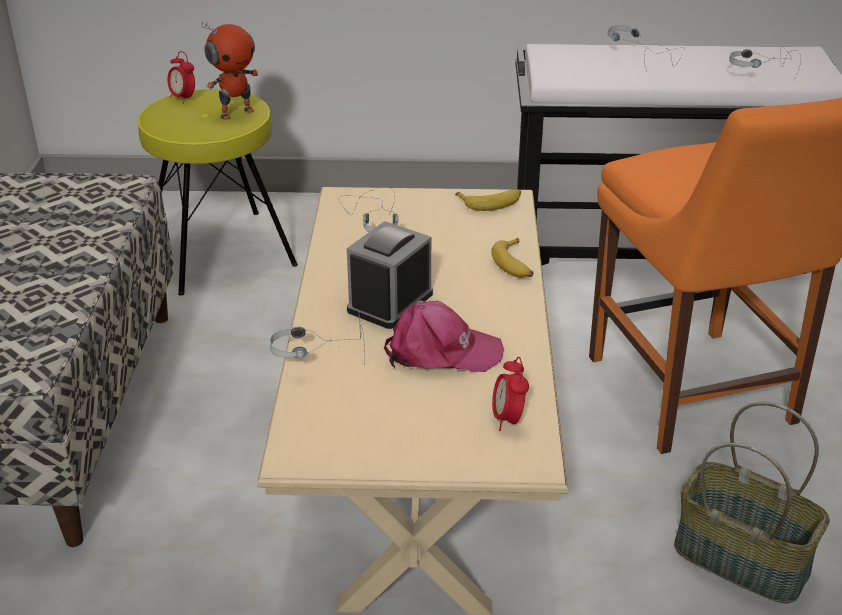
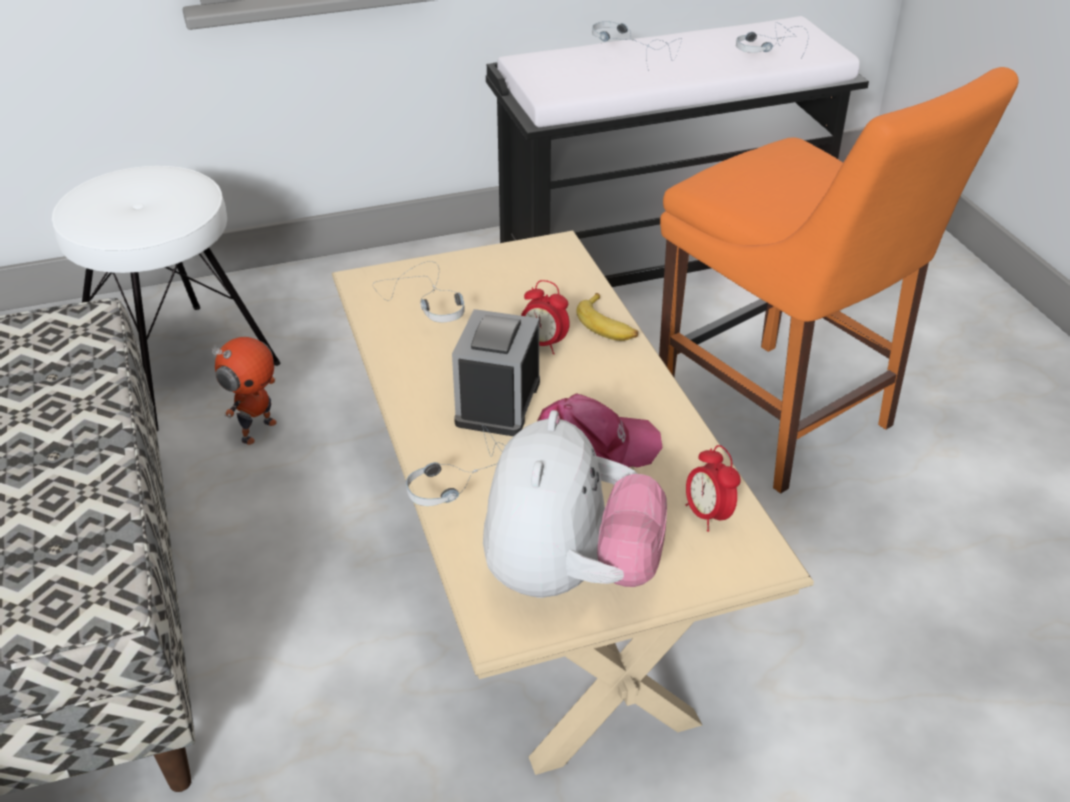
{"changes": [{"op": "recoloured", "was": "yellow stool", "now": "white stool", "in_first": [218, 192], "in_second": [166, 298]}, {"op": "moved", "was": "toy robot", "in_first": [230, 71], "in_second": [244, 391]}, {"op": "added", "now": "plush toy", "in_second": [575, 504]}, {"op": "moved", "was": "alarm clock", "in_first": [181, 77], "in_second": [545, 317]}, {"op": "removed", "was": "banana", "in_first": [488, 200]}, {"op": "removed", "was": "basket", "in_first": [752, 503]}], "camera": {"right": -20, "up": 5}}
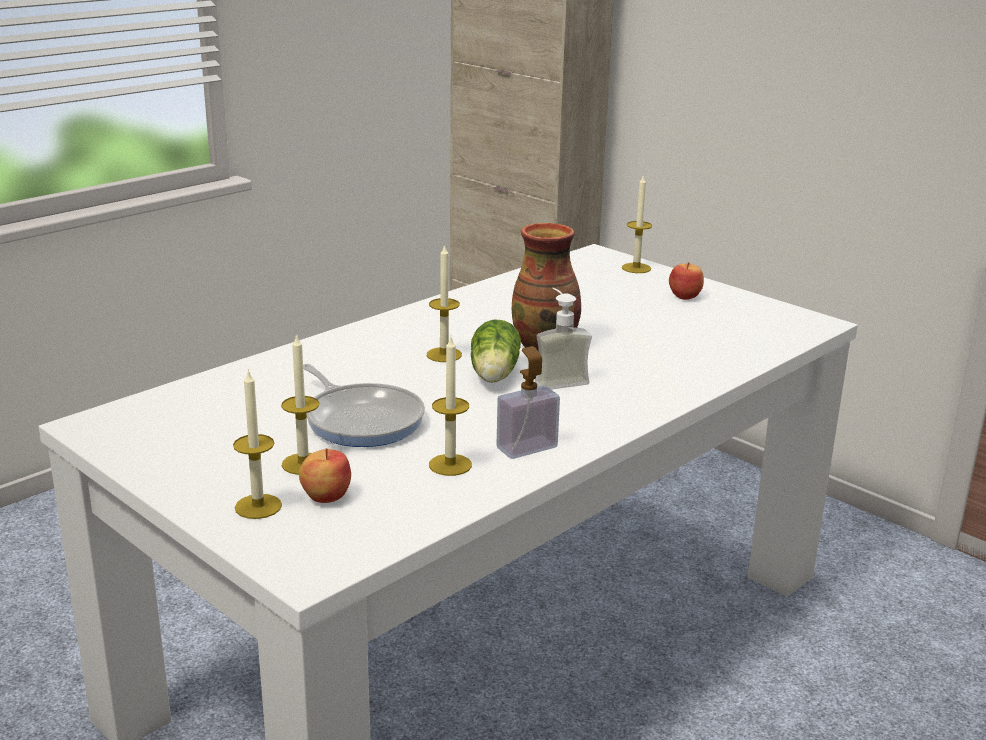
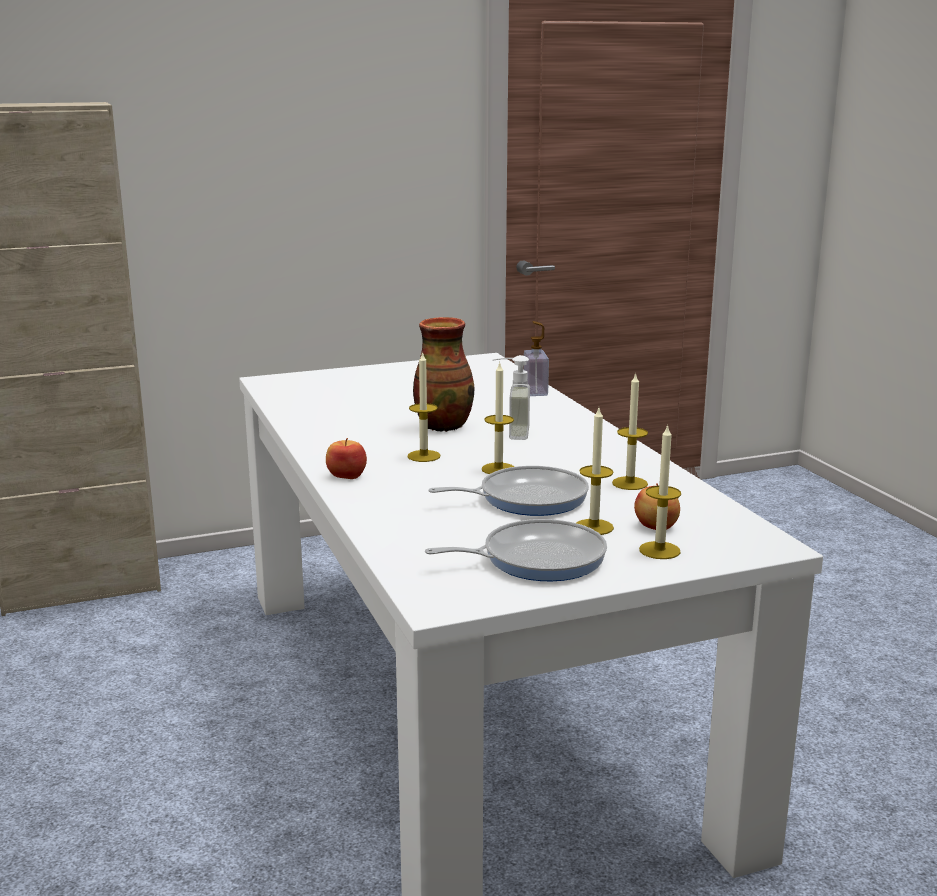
{"changes": [{"op": "moved", "was": "apple", "in_first": [686, 281], "in_second": [346, 458]}, {"op": "added", "now": "frying pan", "in_second": [516, 550]}, {"op": "moved", "was": "candle", "in_first": [637, 223], "in_second": [498, 417]}, {"op": "moved", "was": "soap dispenser", "in_first": [528, 402], "in_second": [536, 358]}, {"op": "removed", "was": "lettuce", "in_first": [496, 351]}], "camera": {"right": -65, "up": -5}}
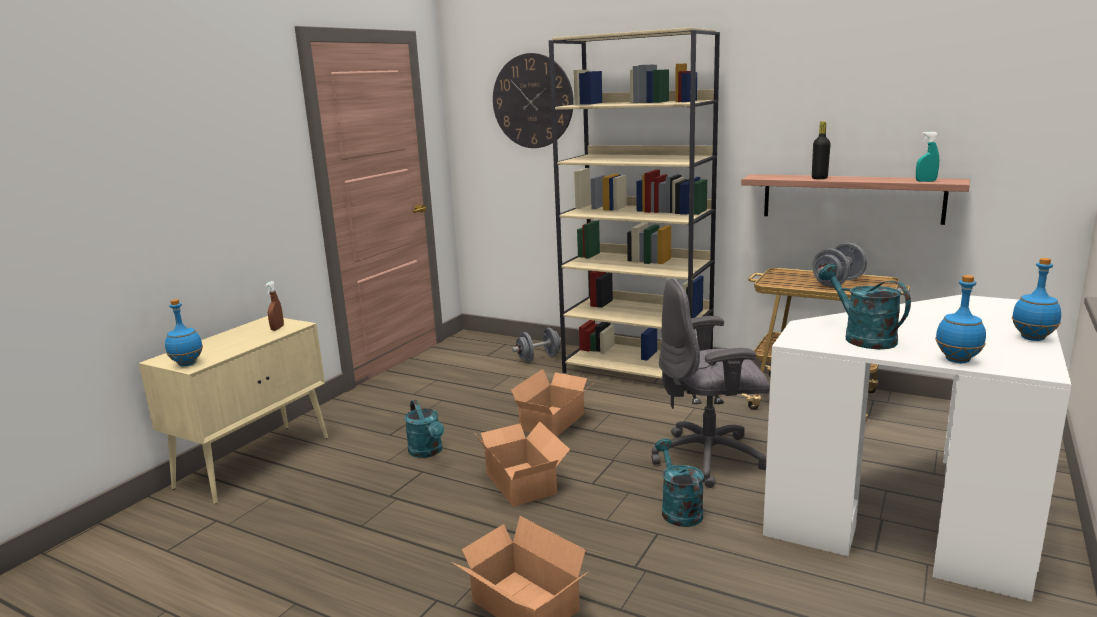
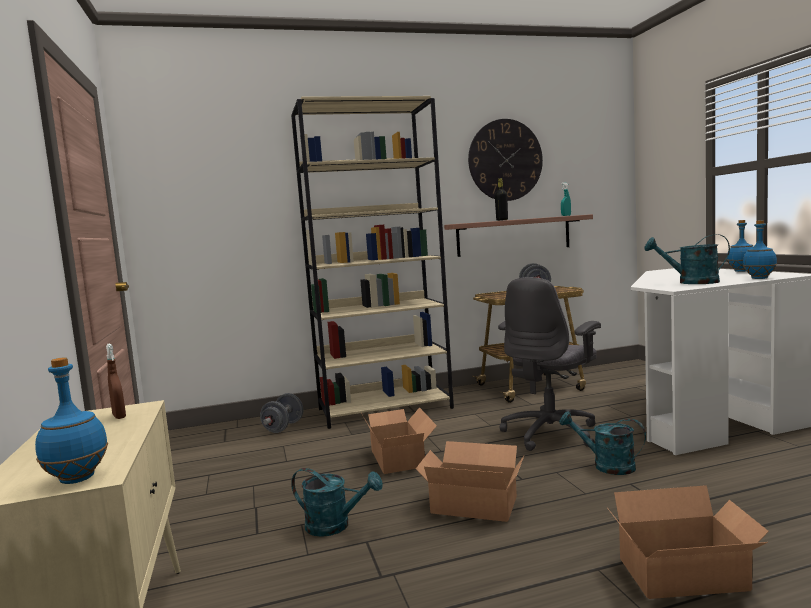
{"changes": [{"op": "moved", "was": "wall clock", "in_first": [533, 100], "in_second": [505, 160]}], "camera": {"right": -45, "up": -10}}
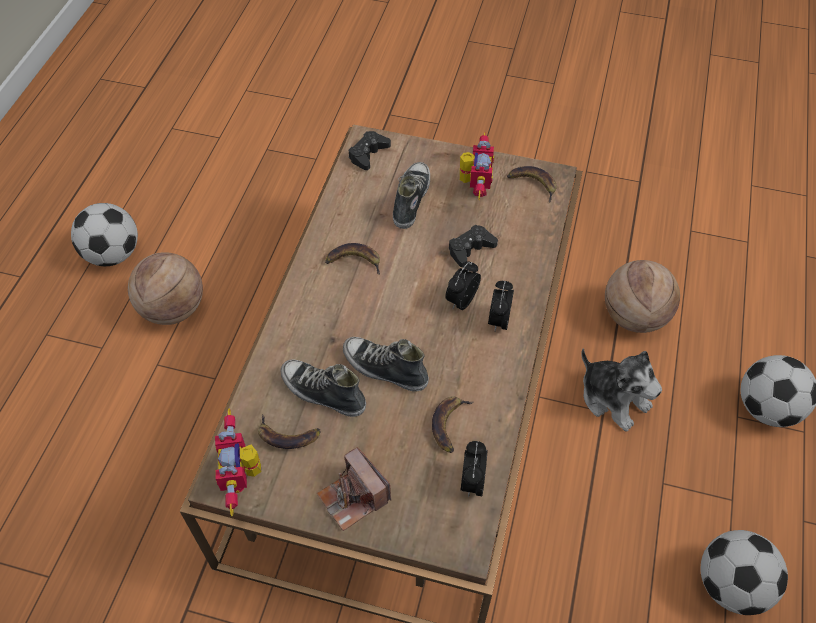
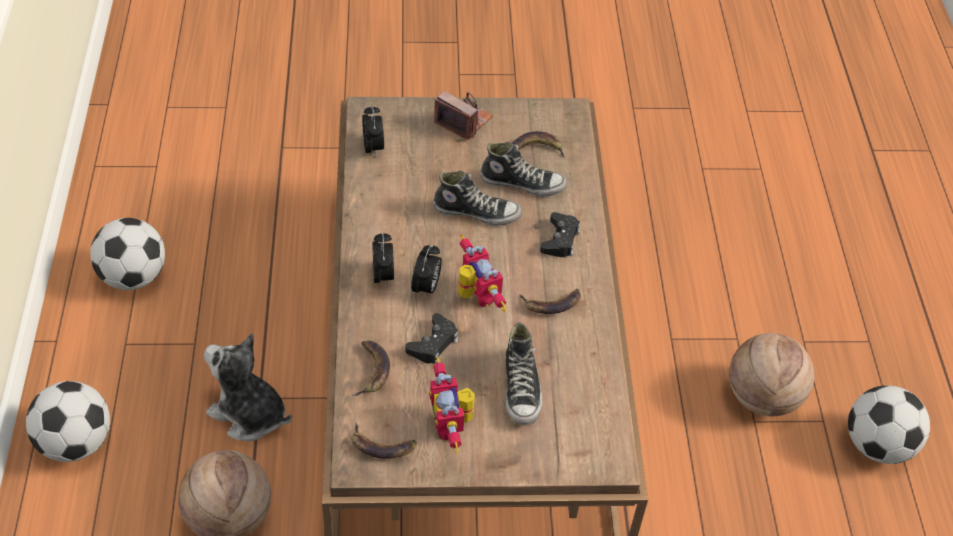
{"changes": [{"op": "moved", "was": "banana", "in_first": [453, 424], "in_second": [371, 368]}, {"op": "moved", "was": "toy robot", "in_first": [238, 462], "in_second": [482, 273]}, {"op": "moved", "was": "black game controller", "in_first": [370, 150], "in_second": [560, 234]}], "camera": {"right": 160, "up": -5}}
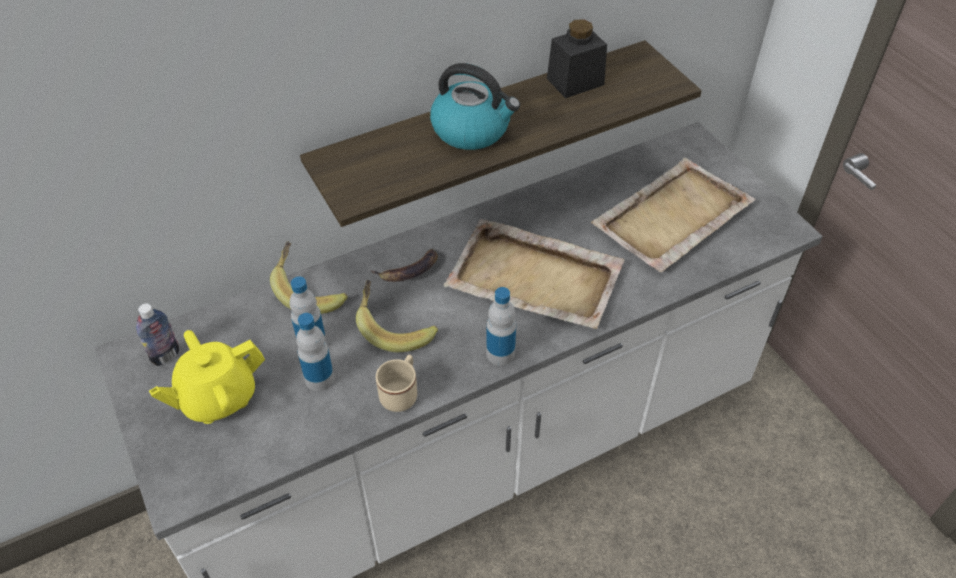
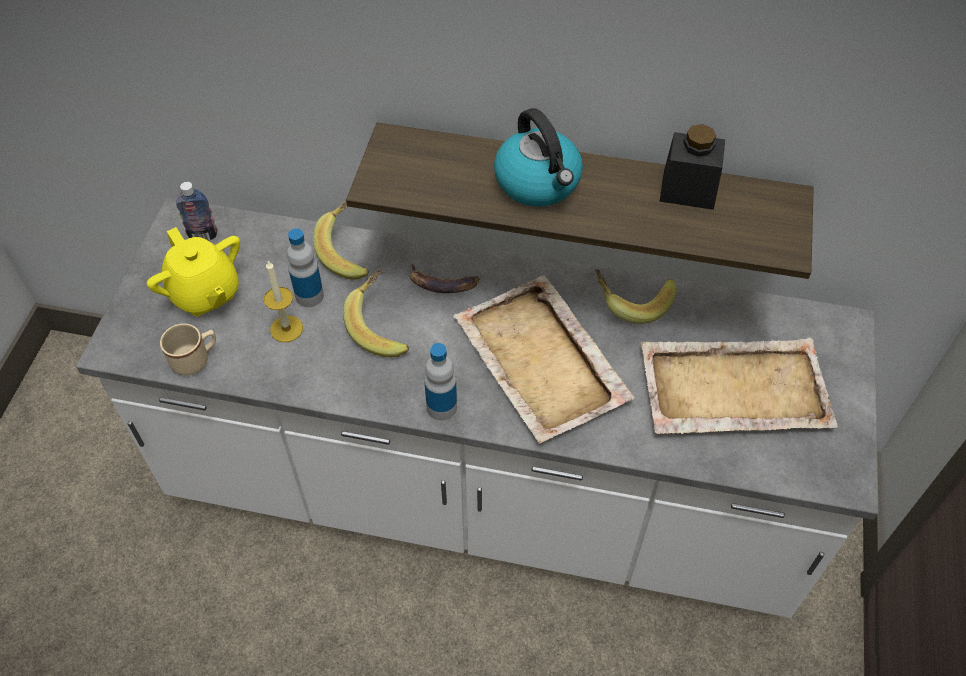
{"changes": [{"op": "turned", "was": "yellow teapot", "in_first": [207, 377], "in_second": [193, 271], "clockwise": -135}, {"op": "moved", "was": "beige mug", "in_first": [396, 383], "in_second": [188, 350]}, {"op": "replaced", "was": "bottle", "now": "candle", "in_first": [315, 352], "in_second": [283, 301]}, {"op": "added", "now": "banana", "in_second": [636, 296]}], "camera": {"right": 40, "up": 5}}
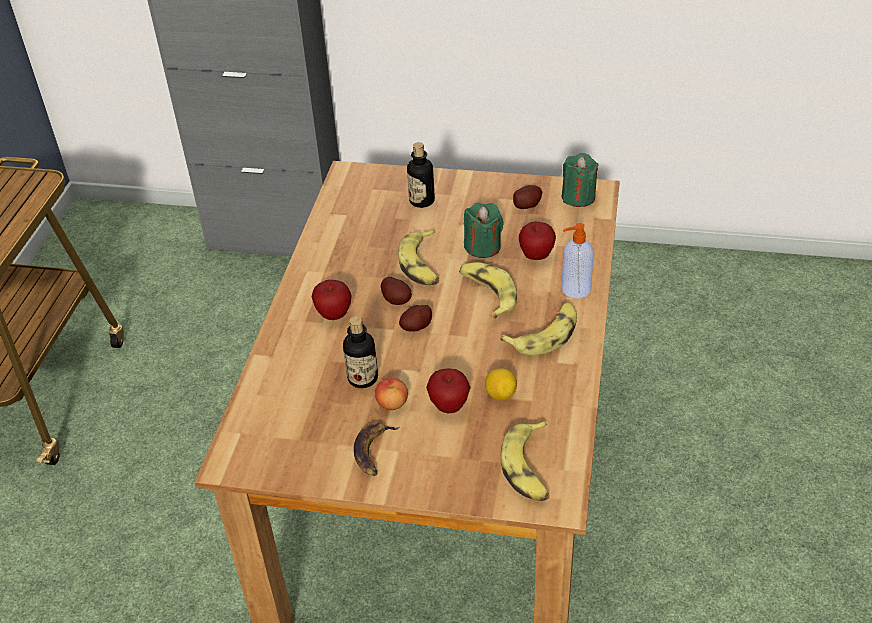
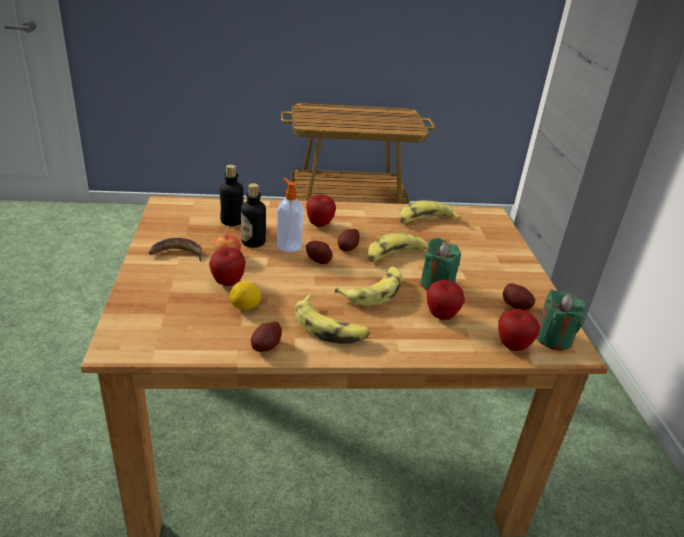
{"changes": [{"op": "moved", "was": "bottle", "in_first": [421, 175], "in_second": [231, 195]}, {"op": "added", "now": "potato", "in_second": [266, 337]}, {"op": "moved", "was": "soap dispenser", "in_first": [578, 261], "in_second": [290, 215]}, {"op": "moved", "was": "banana", "in_first": [525, 461], "in_second": [430, 211]}, {"op": "added", "now": "apple", "in_second": [519, 330]}], "camera": {"right": 70, "up": -10}}
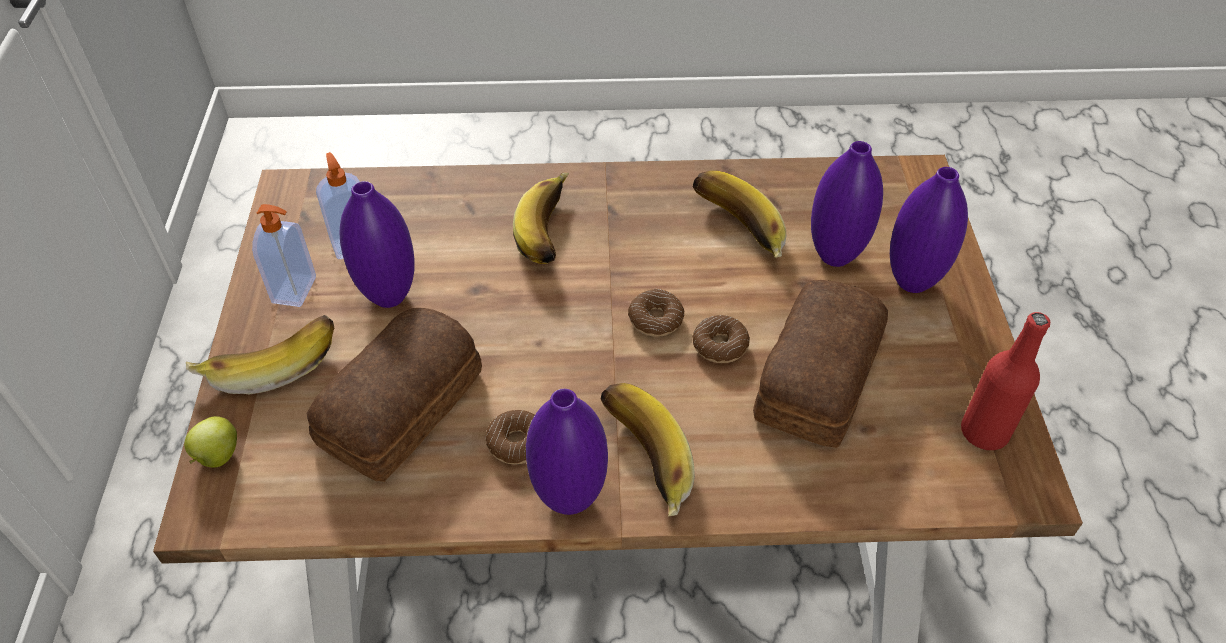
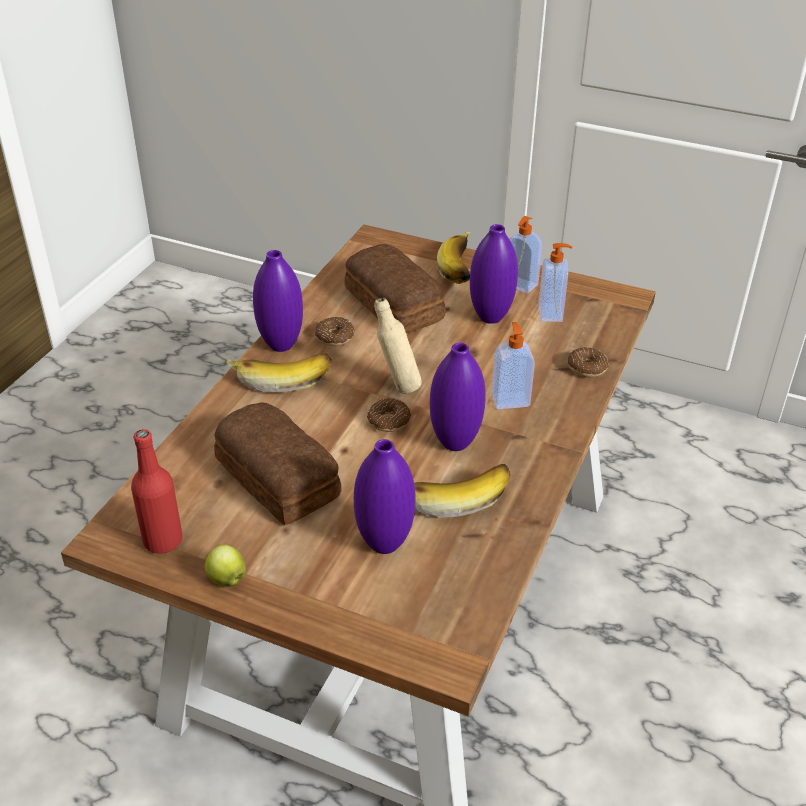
{"changes": [{"op": "moved", "was": "apple", "in_first": [210, 442], "in_second": [225, 566]}, {"op": "added", "now": "beige bottle", "in_second": [398, 346]}, {"op": "moved", "was": "purple vase", "in_first": [929, 230], "in_second": [458, 397]}, {"op": "replaced", "was": "banana", "now": "soap dispenser", "in_first": [541, 218], "in_second": [513, 365]}, {"op": "moved", "was": "donut", "in_first": [721, 339], "in_second": [588, 362]}], "camera": {"right": 115, "up": -10}}
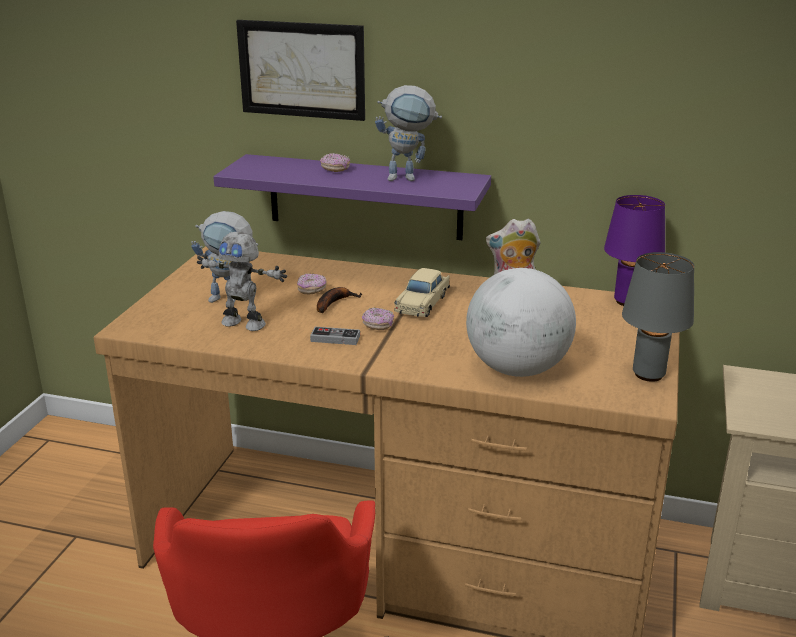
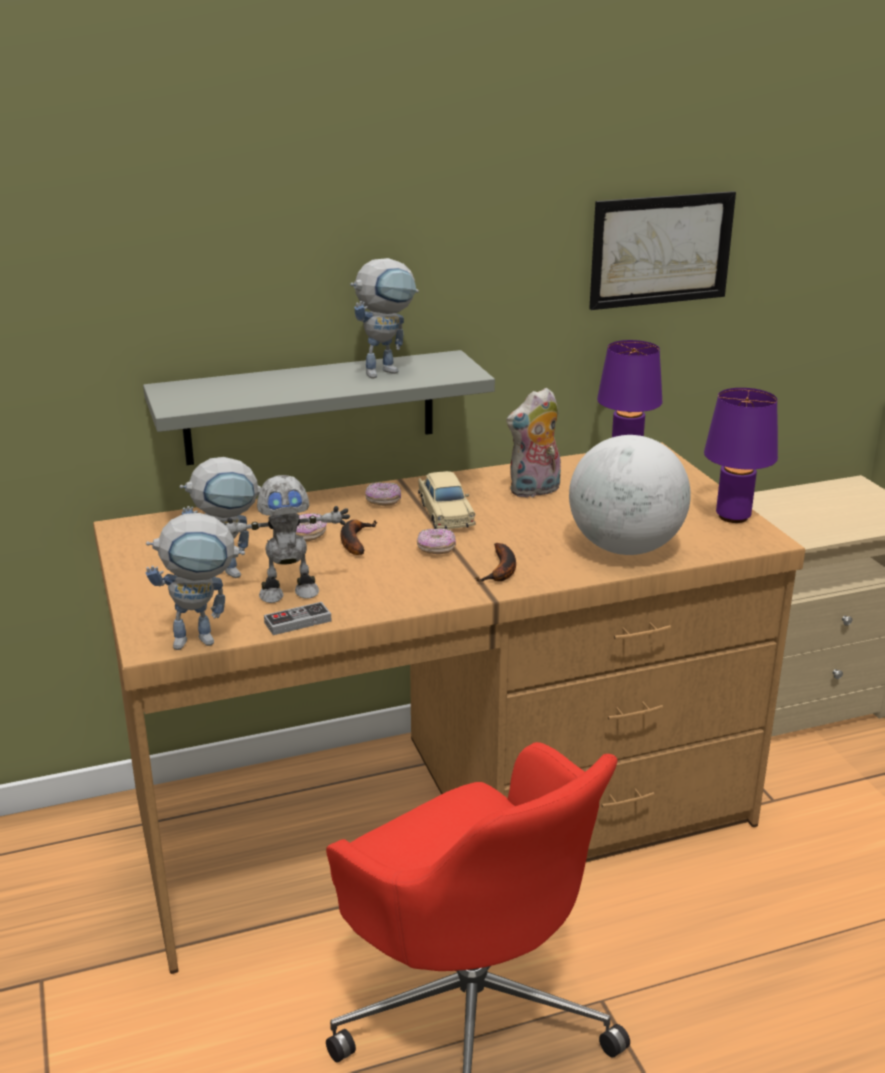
{"changes": [{"op": "recoloured", "was": "purple shelf", "now": "grey shelf", "in_first": [352, 197], "in_second": [319, 407]}, {"op": "added", "now": "toy robot", "in_second": [195, 581]}, {"op": "moved", "was": "game controller", "in_first": [335, 336], "in_second": [297, 618]}, {"op": "moved", "was": "donut", "in_first": [335, 162], "in_second": [383, 494]}, {"op": "added", "now": "banana", "in_second": [495, 562]}, {"op": "moved", "was": "picture", "in_first": [300, 70], "in_second": [662, 250]}, {"op": "recoloured", "was": "grey table lamp", "now": "purple table lamp", "in_first": [658, 317], "in_second": [741, 455]}], "camera": {"right": -35, "up": 0}}
